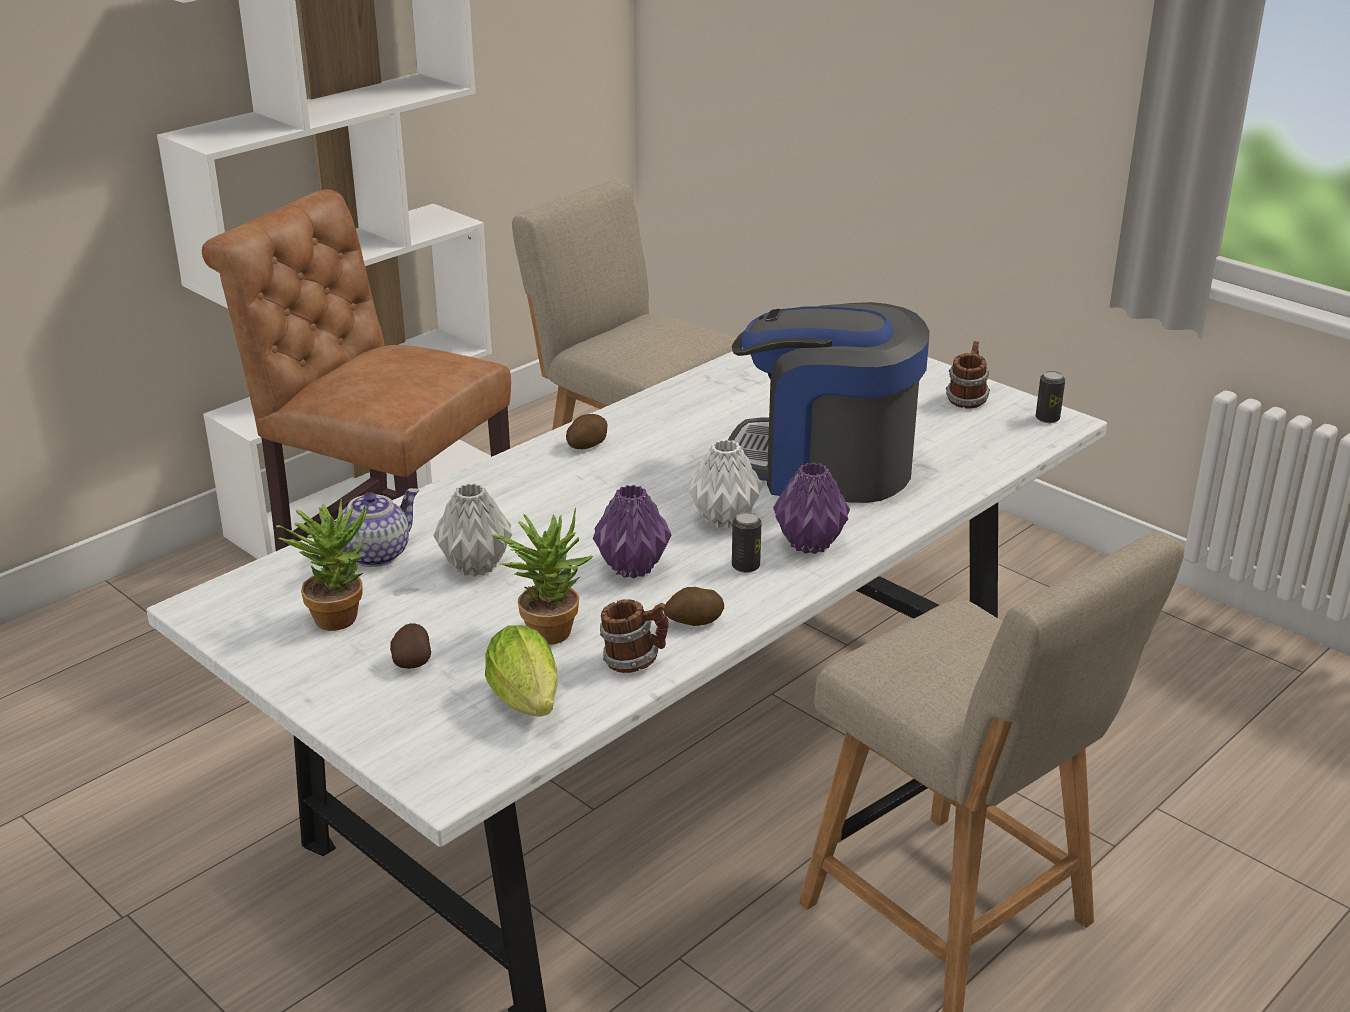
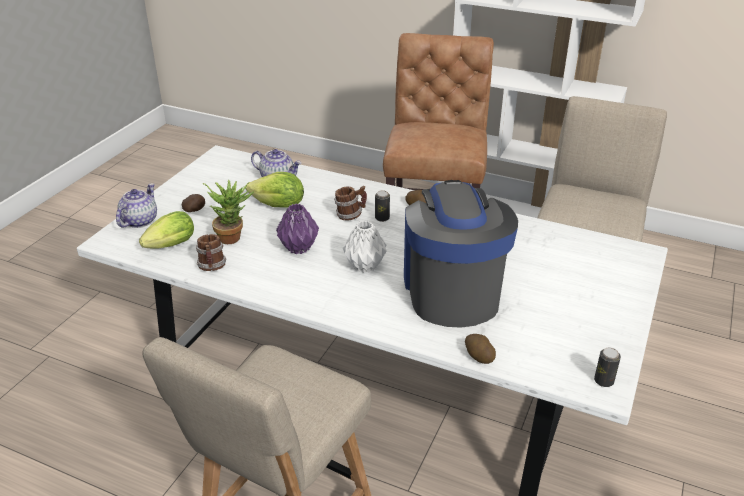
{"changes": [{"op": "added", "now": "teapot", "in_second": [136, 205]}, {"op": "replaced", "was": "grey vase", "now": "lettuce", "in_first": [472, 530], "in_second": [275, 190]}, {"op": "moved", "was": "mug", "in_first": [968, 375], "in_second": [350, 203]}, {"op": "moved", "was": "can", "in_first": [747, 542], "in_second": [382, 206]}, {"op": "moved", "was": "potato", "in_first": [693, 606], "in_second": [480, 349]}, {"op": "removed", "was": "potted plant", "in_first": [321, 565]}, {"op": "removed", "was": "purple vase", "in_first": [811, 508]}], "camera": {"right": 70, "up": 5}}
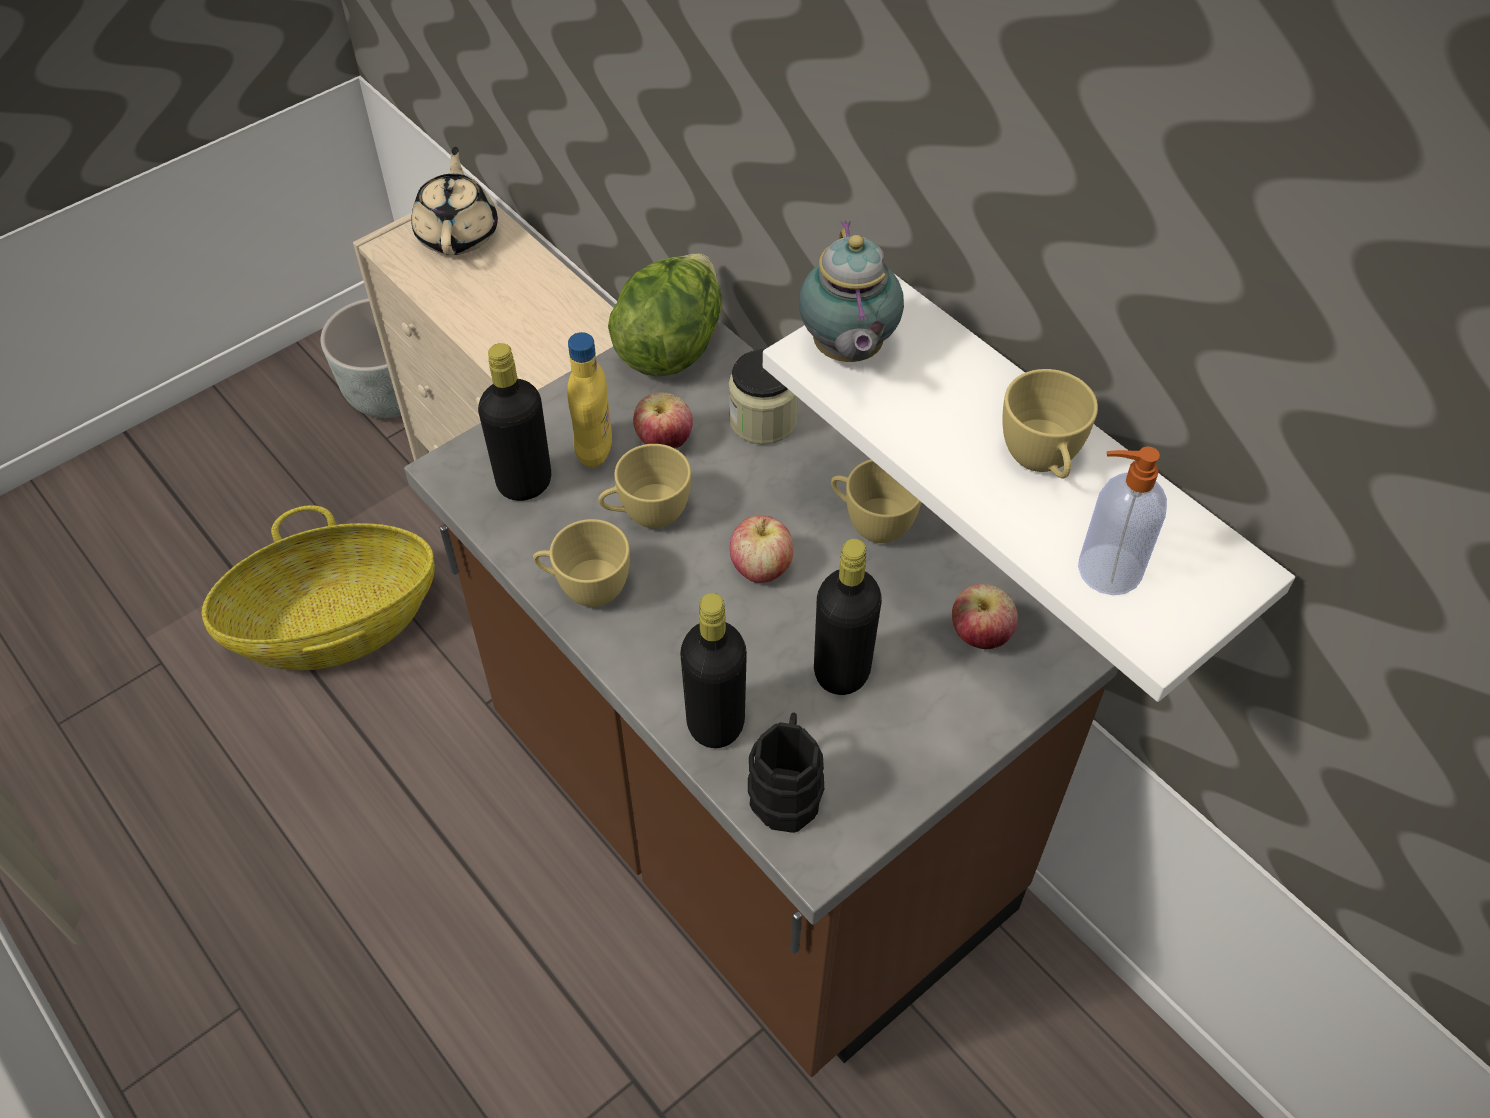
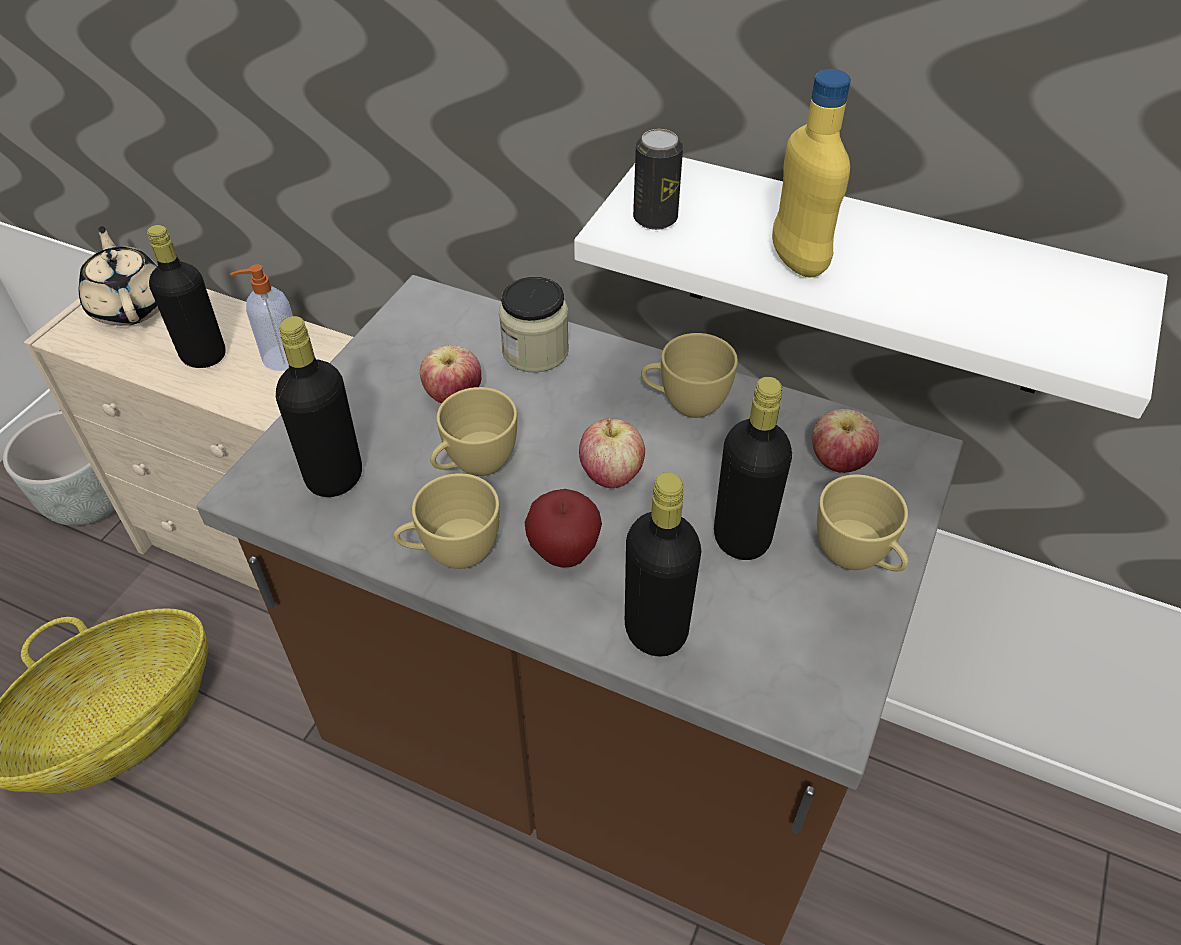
{"changes": [{"op": "added", "now": "black bottle", "in_second": [186, 296]}, {"op": "moved", "was": "soap dispenser", "in_first": [1122, 520], "in_second": [261, 317]}, {"op": "added", "now": "apple", "in_second": [563, 528]}, {"op": "replaced", "was": "teapot", "now": "can", "in_first": [851, 291], "in_second": [658, 179]}, {"op": "moved", "was": "yellow bottle", "in_first": [589, 400], "in_second": [811, 173]}, {"op": "moved", "was": "yellow cup", "in_first": [1050, 424], "in_second": [863, 523]}, {"op": "removed", "was": "lettuce", "in_first": [665, 314]}, {"op": "removed", "was": "black mug", "in_first": [786, 773]}], "camera": {"right": -25, "up": -5}}
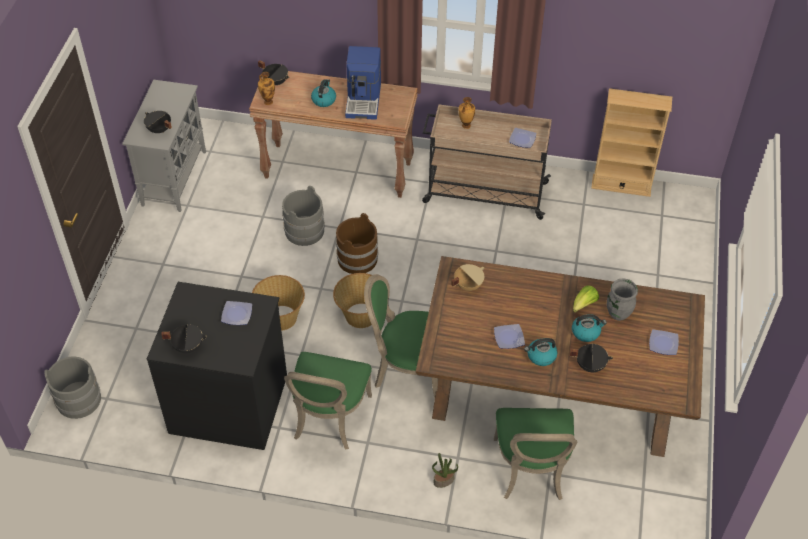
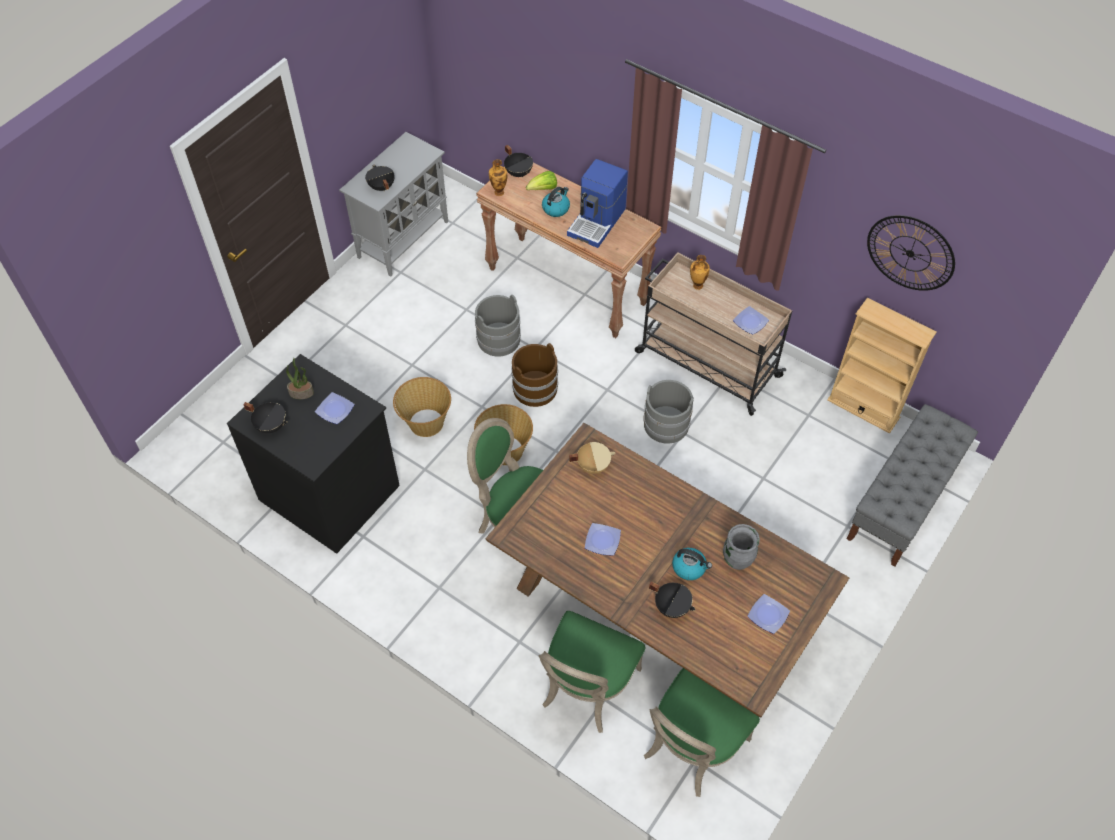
{"changes": [{"op": "moved", "was": "potted plant", "in_first": [445, 470], "in_second": [300, 378]}, {"op": "moved", "was": "lettuce", "in_first": [586, 299], "in_second": [541, 180]}, {"op": "moved", "was": "grey bucket", "in_first": [72, 388], "in_second": [669, 412]}, {"op": "moved", "was": "green chair", "in_first": [328, 401], "in_second": [702, 732]}, {"op": "added", "now": "grey bench", "in_second": [912, 485]}, {"op": "added", "now": "wall clock", "in_second": [911, 253]}, {"op": "removed", "was": "kettle", "in_first": [540, 352]}], "camera": {"right": 25, "up": 5}}
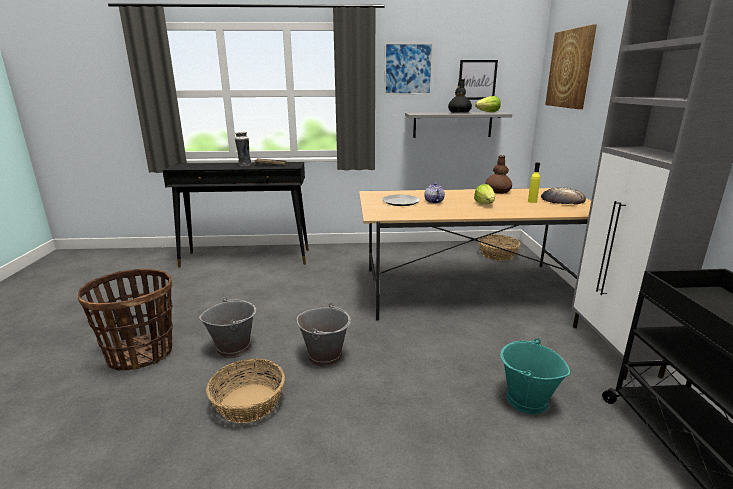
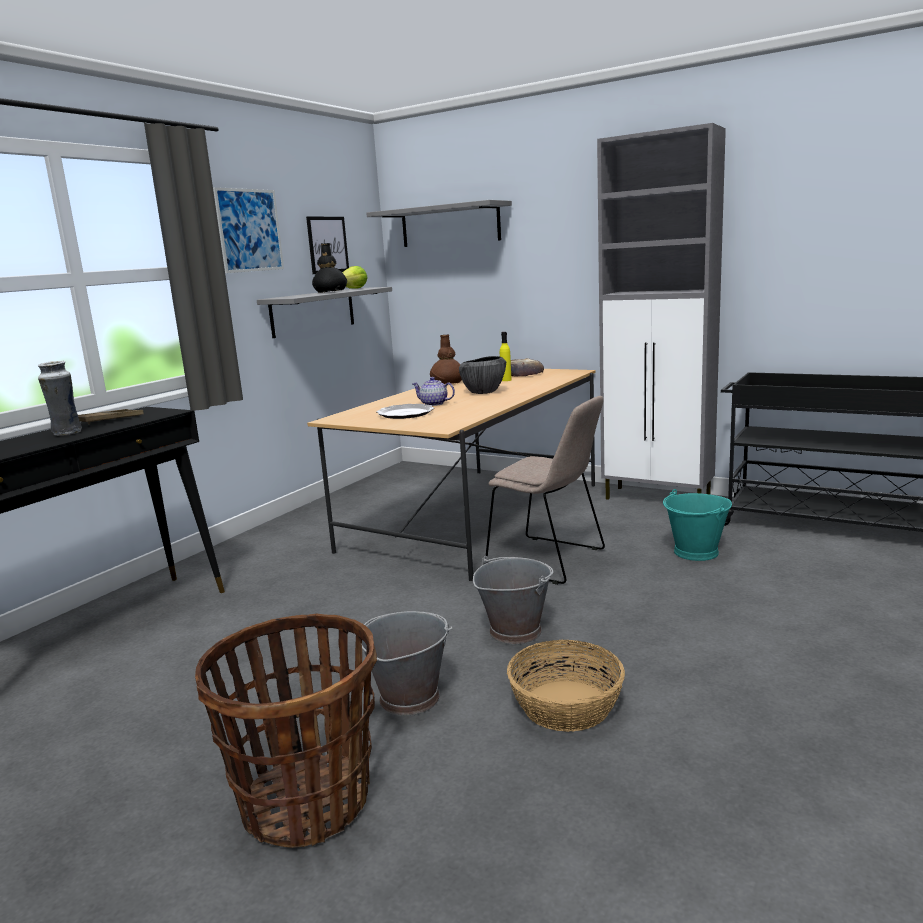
{"changes": [{"op": "replaced", "was": "picture", "now": "grey shelf", "in_first": [571, 66], "in_second": [439, 223]}, {"op": "replaced", "was": "lettuce", "now": "bowl", "in_first": [484, 194], "in_second": [482, 375]}, {"op": "added", "now": "beige chair", "in_second": [545, 490]}, {"op": "removed", "was": "basket", "in_first": [499, 248]}], "camera": {"right": -55, "up": -5}}
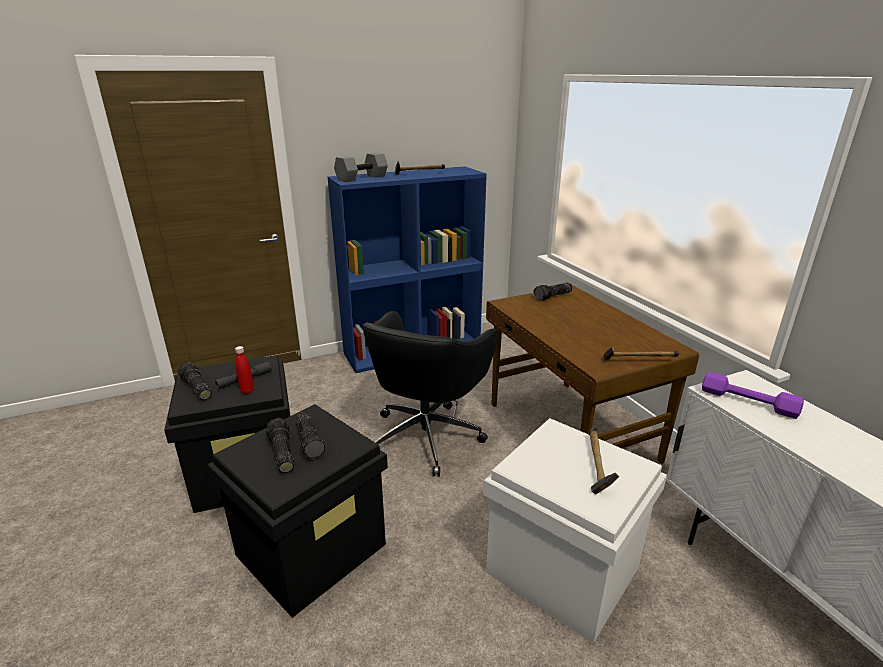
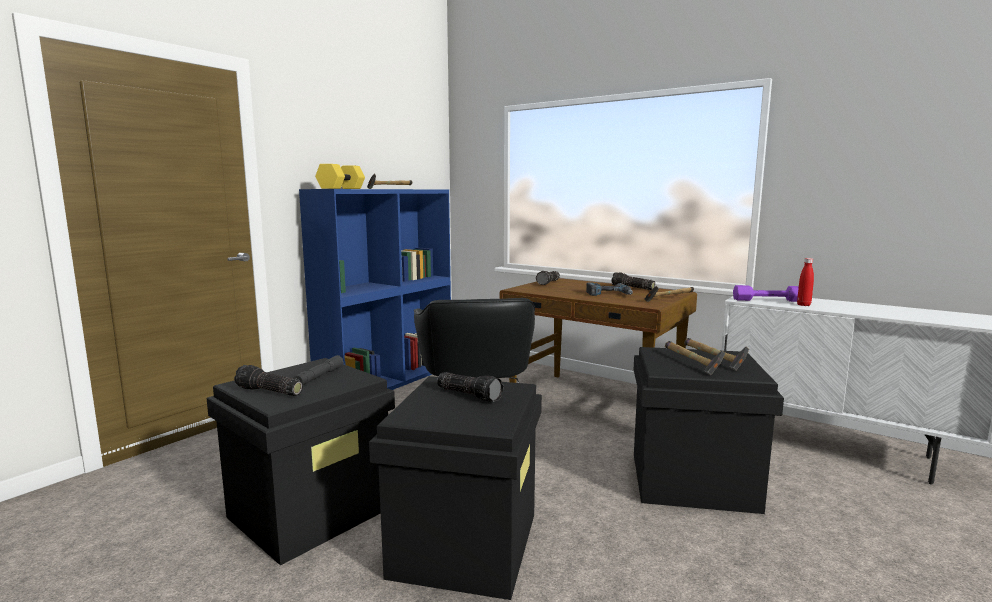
{"changes": [{"op": "recoloured", "was": "grey dumbbell", "now": "yellow dumbbell", "in_first": [361, 167], "in_second": [340, 176]}, {"op": "added", "now": "power drill", "in_second": [609, 289]}, {"op": "moved", "was": "flashlight", "in_first": [280, 445], "in_second": [633, 281]}, {"op": "recoloured", "was": "white storage box", "now": "black storage box", "in_first": [575, 530], "in_second": [709, 430]}, {"op": "added", "now": "hammer", "in_second": [695, 358]}, {"op": "moved", "was": "red bottle", "in_first": [244, 370], "in_second": [805, 282]}], "camera": {"right": -30, "up": -15}}
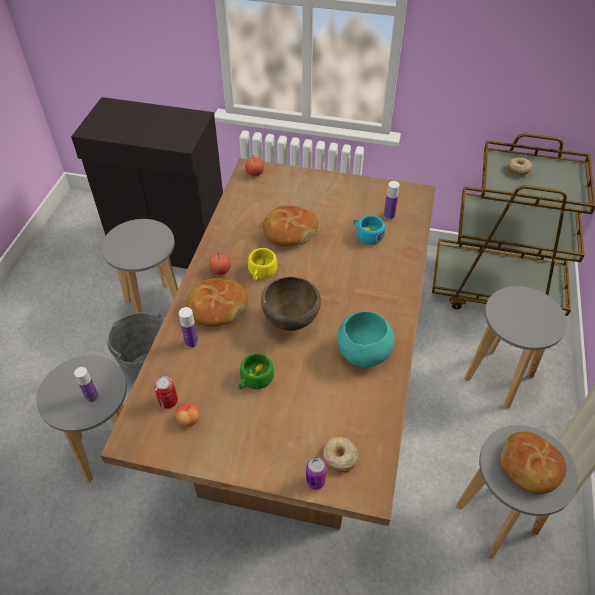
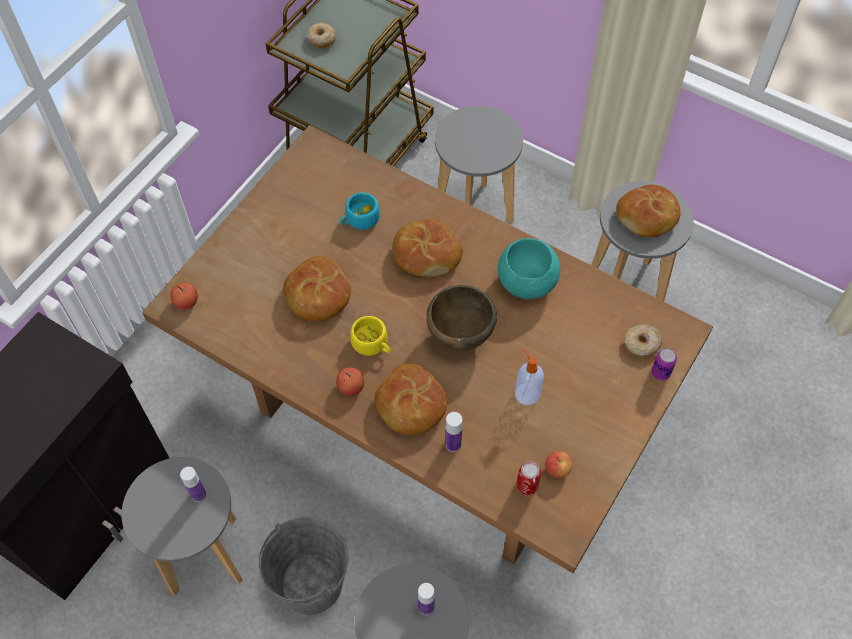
{"changes": [{"op": "moved", "was": "bottle", "in_first": [392, 200], "in_second": [193, 484]}, {"op": "added", "now": "bread", "in_second": [427, 248]}, {"op": "replaced", "was": "green cup", "now": "soap dispenser", "in_first": [256, 371], "in_second": [529, 377]}], "camera": {"right": -70, "up": 10}}
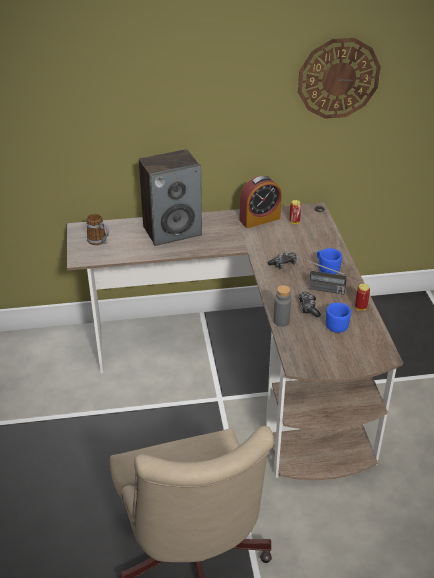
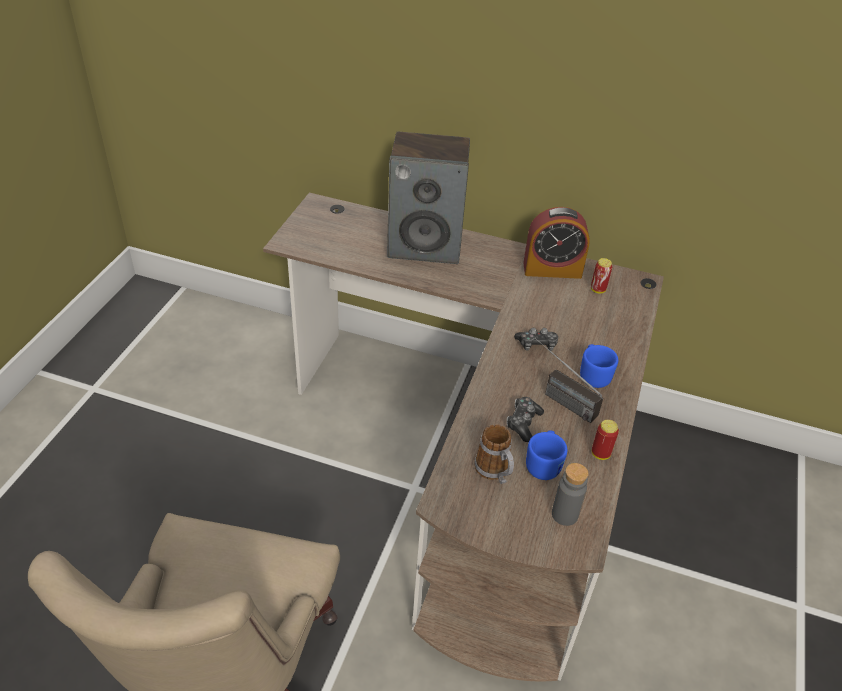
{"changes": [{"op": "moved", "was": "mug", "in_first": [97, 229], "in_second": [494, 454]}, {"op": "moved", "was": "grey bottle", "in_first": [282, 306], "in_second": [570, 494]}, {"op": "removed", "was": "wall clock", "in_first": [339, 78]}], "camera": {"right": 25, "up": 5}}
